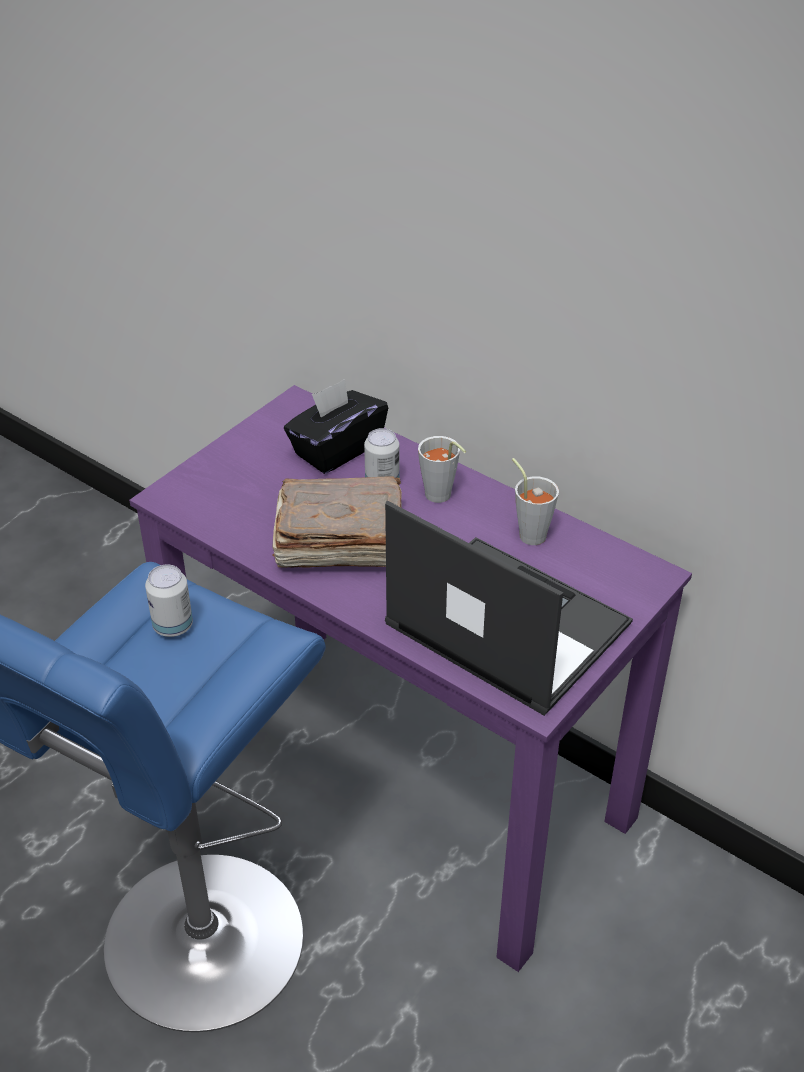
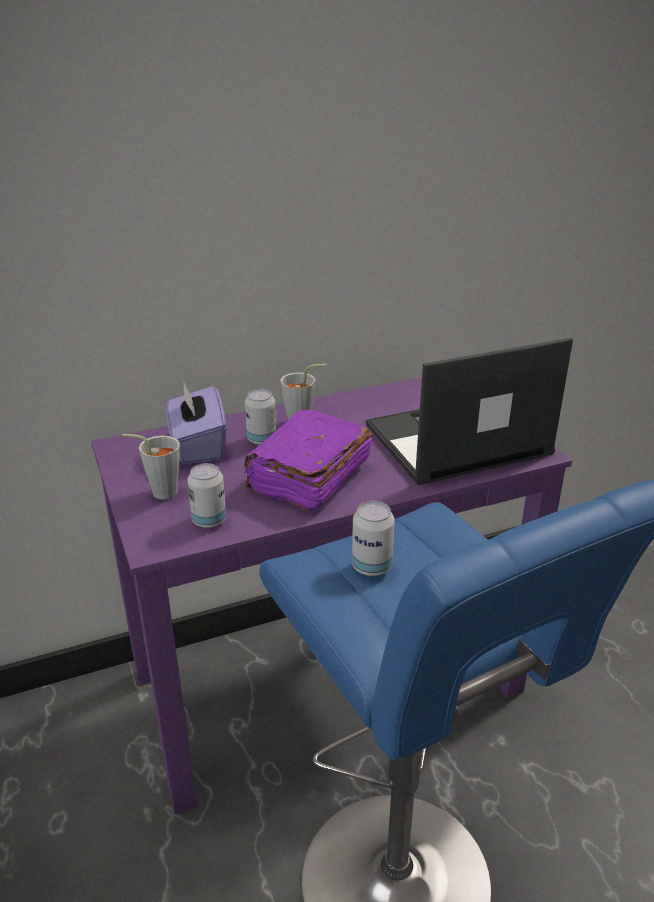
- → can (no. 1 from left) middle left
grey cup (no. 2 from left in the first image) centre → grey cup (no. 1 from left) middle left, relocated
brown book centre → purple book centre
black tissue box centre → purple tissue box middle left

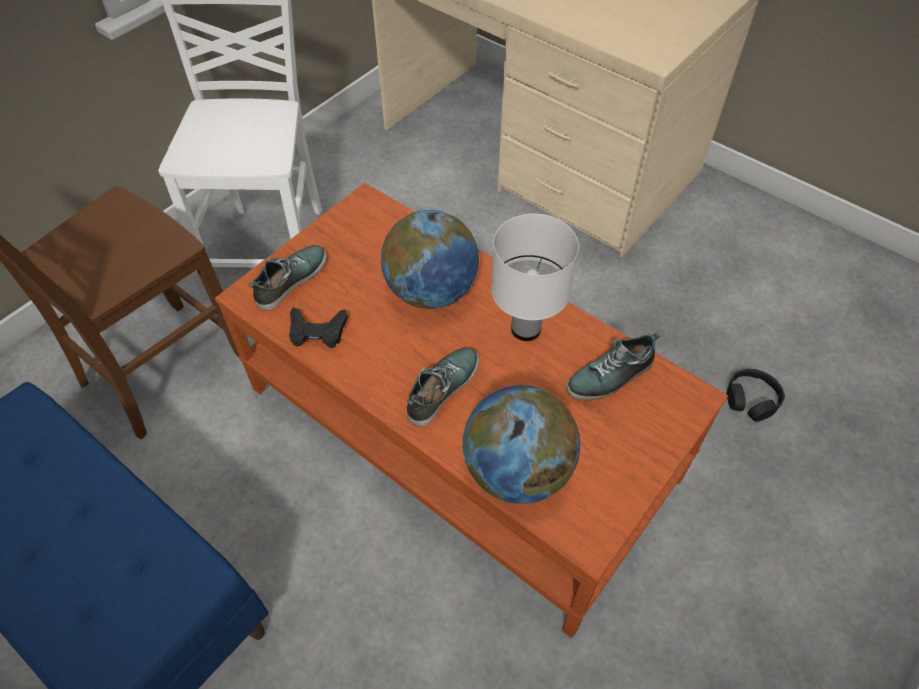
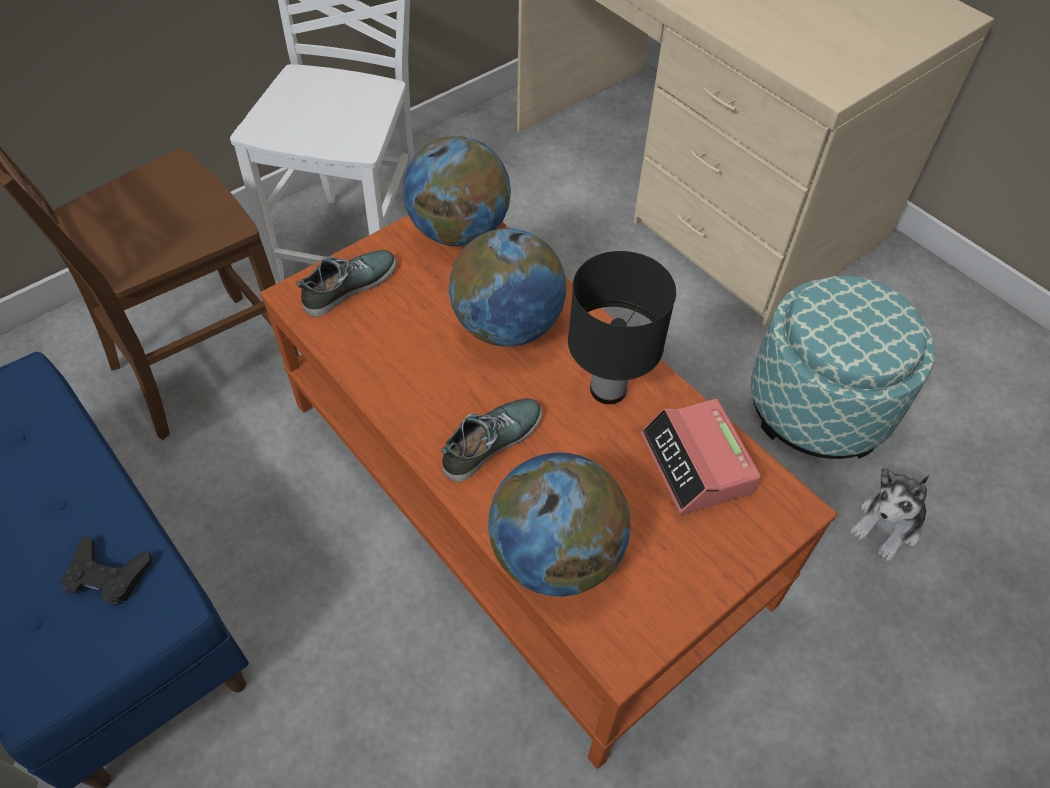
- → globe (no. 1 from left) top centre
- → ottoman middle right
black game controller centre → black game controller bottom left, relocated
shoe (no. 3 from left) middle right → alarm clock middle right
black headphones middle right → plush toy middle right
white table lamp centre → black table lamp centre

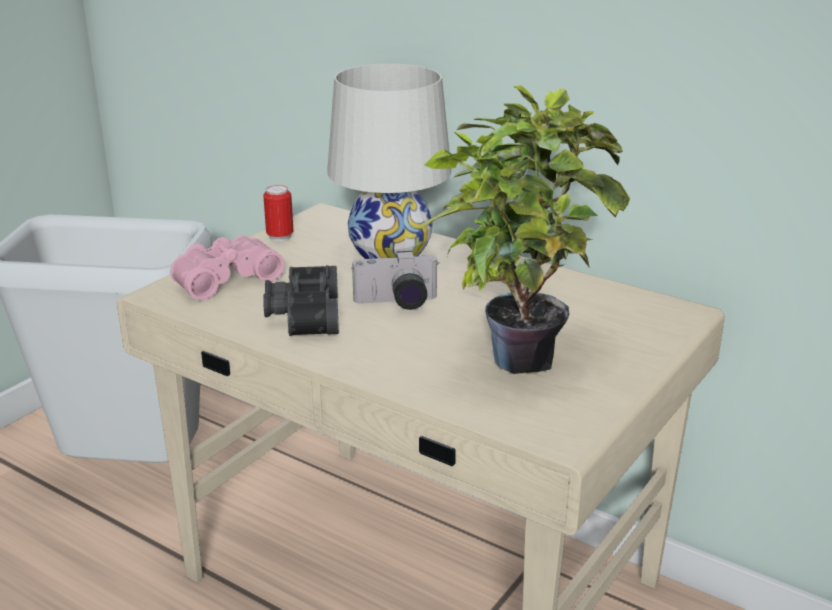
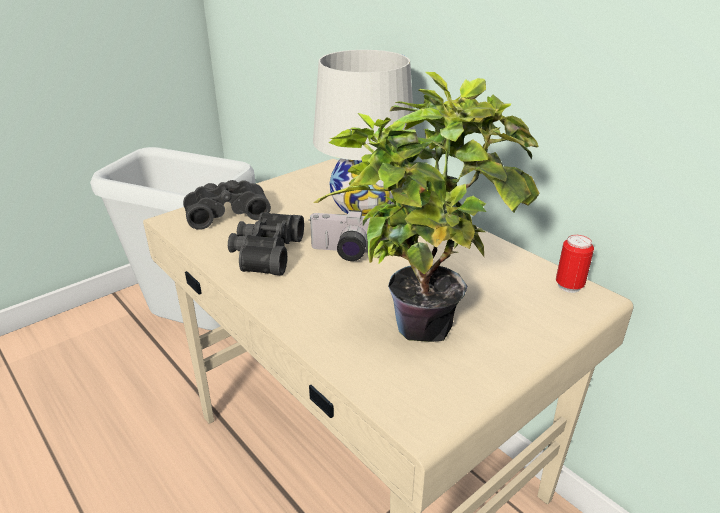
can centre → can middle right, relocated
pink binoculars middle left → black binoculars (no. 1 from left) middle left

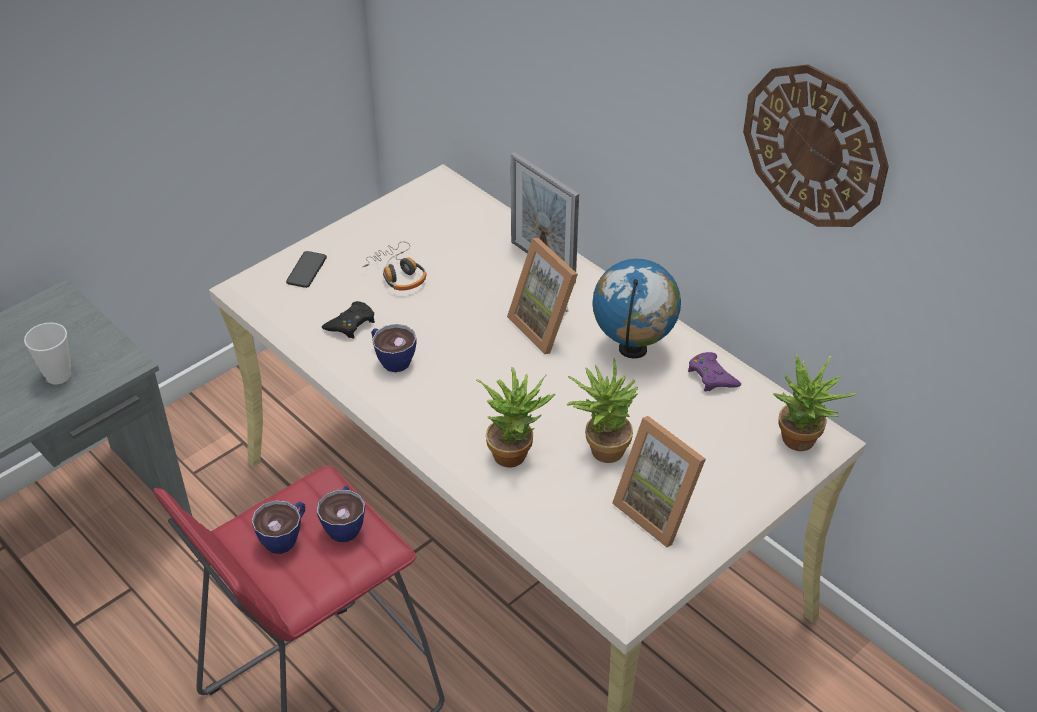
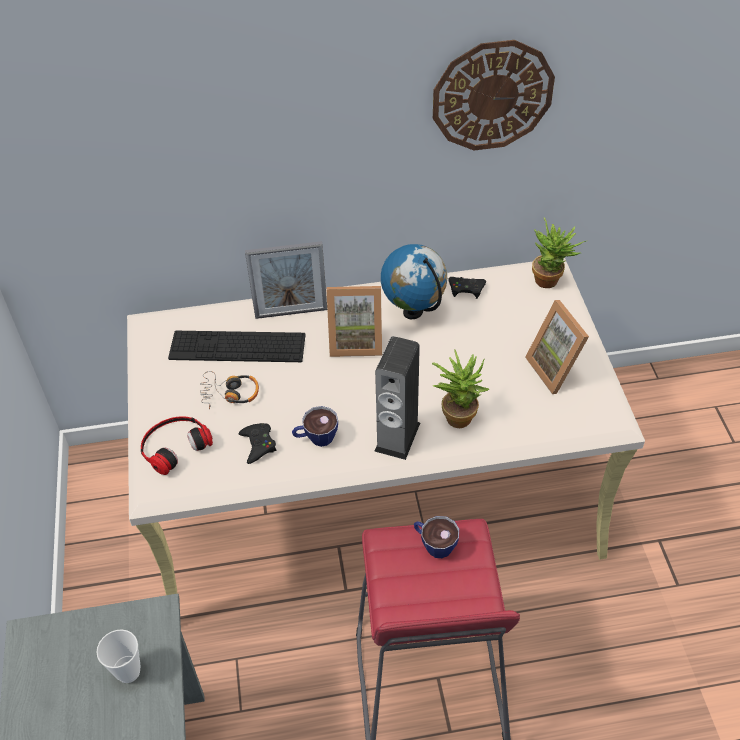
cup (no. 2 from left) bottom left → -
potted plant (no. 2 from left) centre → -
- → keyboard middle left
- → speaker centre
phone middle left → headphones (no. 1 from left) middle left
purple game controller middle right → black game controller (no. 2 from left) centre
picture frame (no. 3 from left) bottom centre → picture frame (no. 3 from left) middle right, 75 degrees clockwise

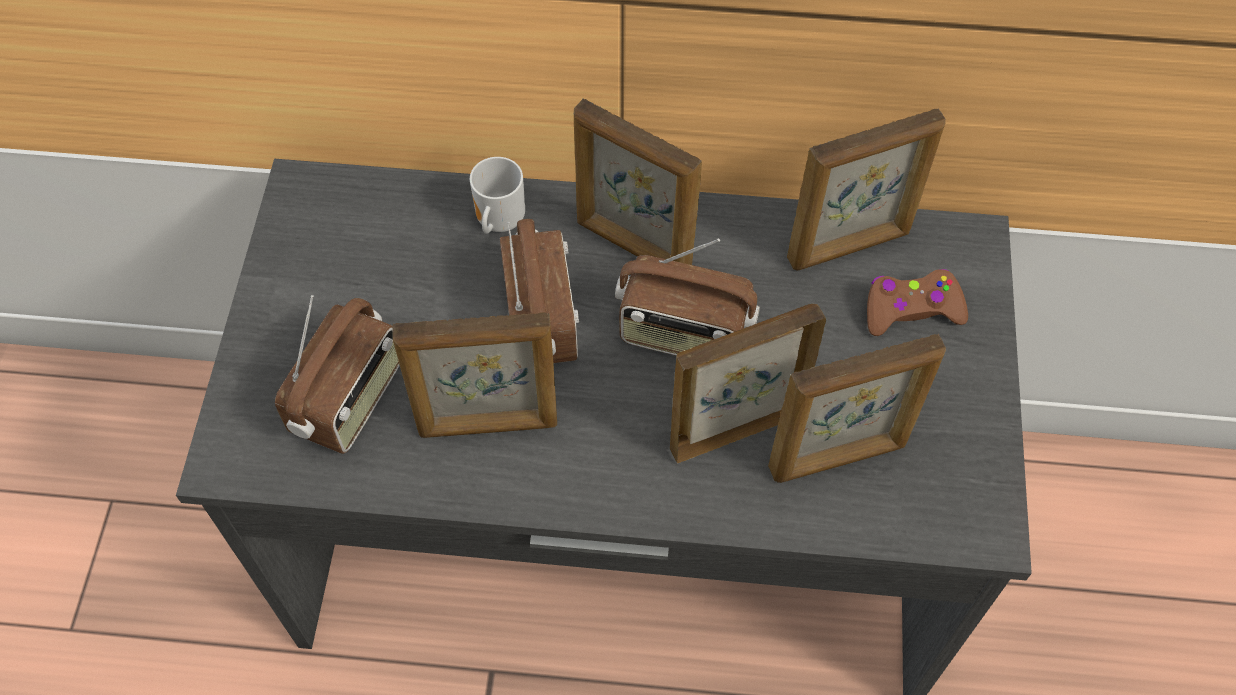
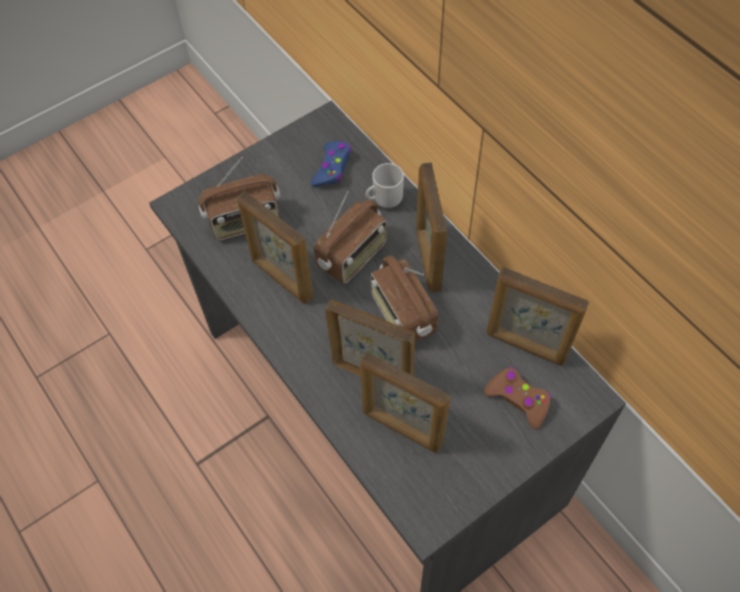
- → blue game controller top centre

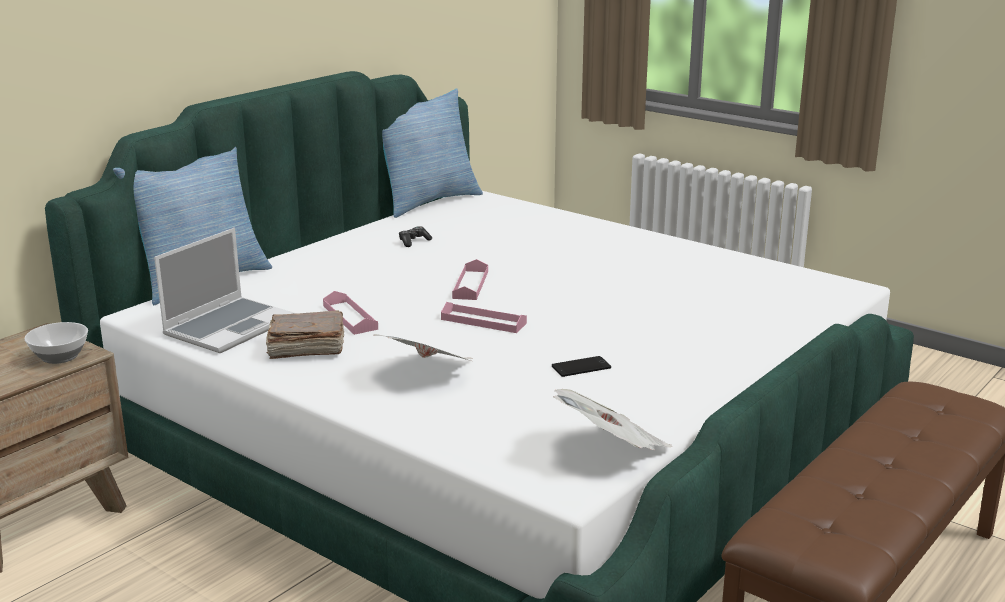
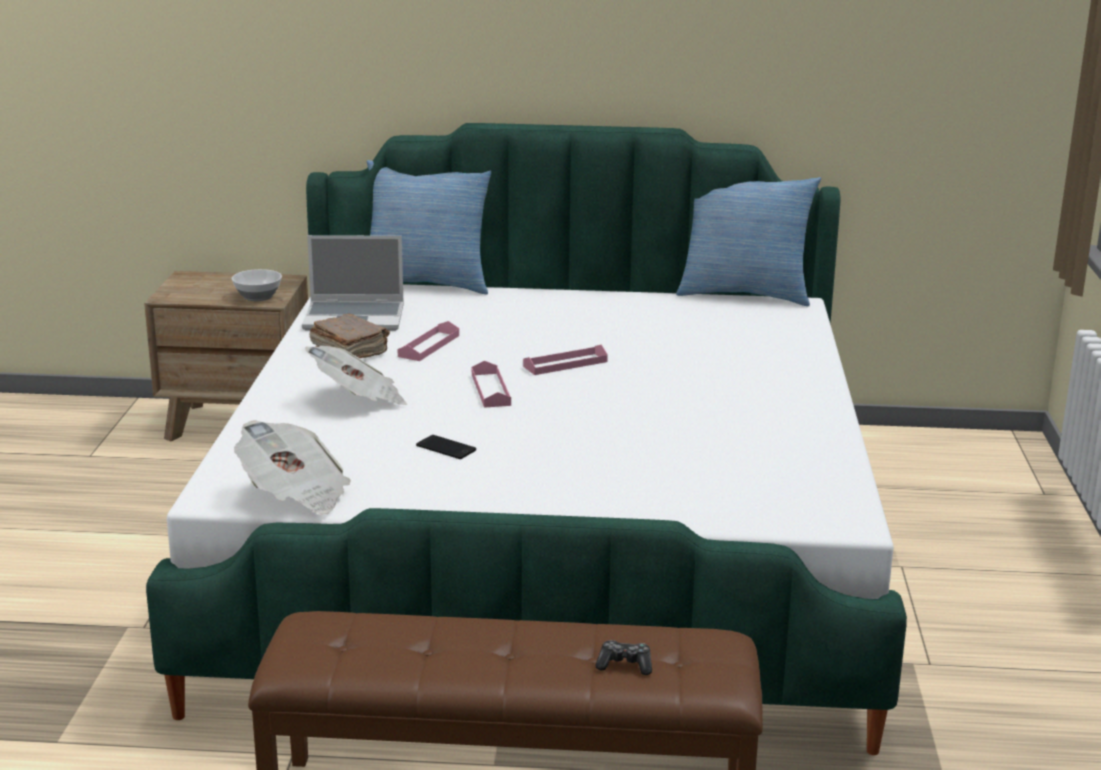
game controller centre → game controller bottom centre, relocated

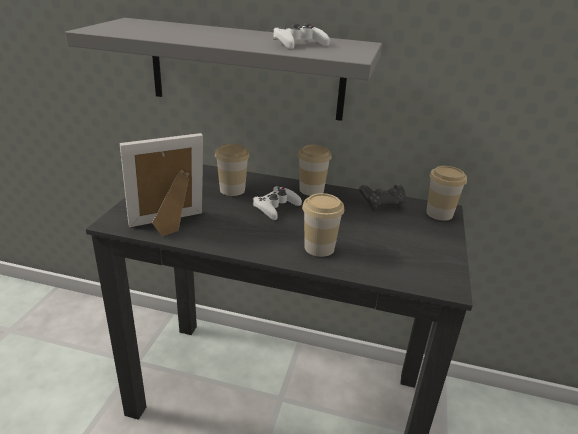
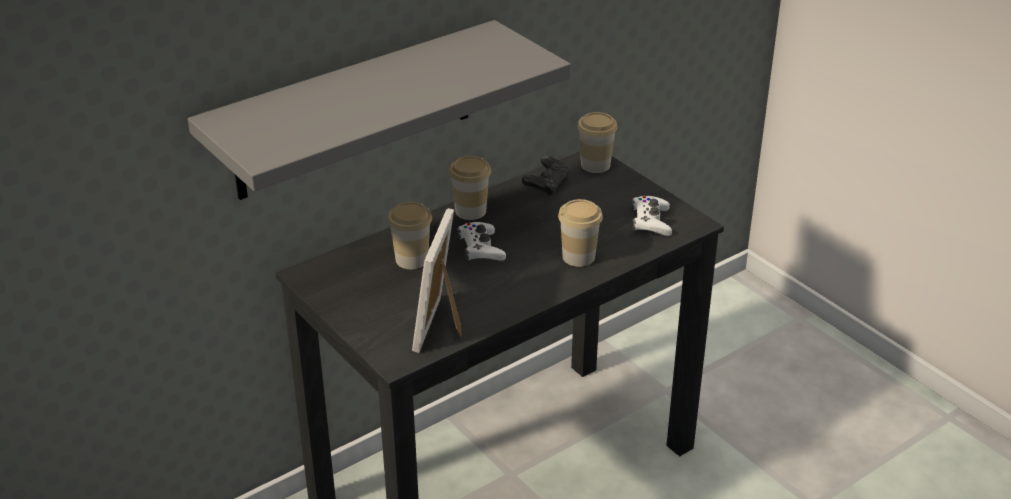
white game controller (no. 2 from left) top centre → white game controller (no. 2 from left) centre, relocated

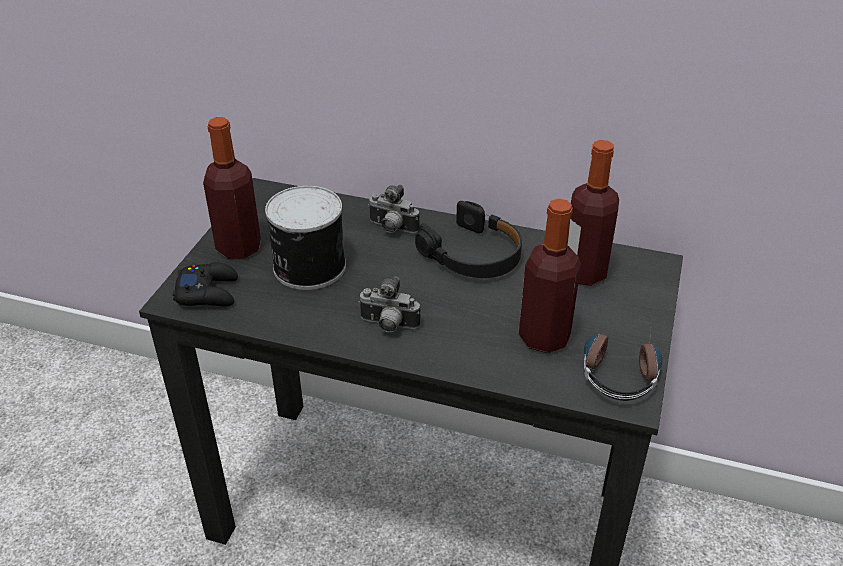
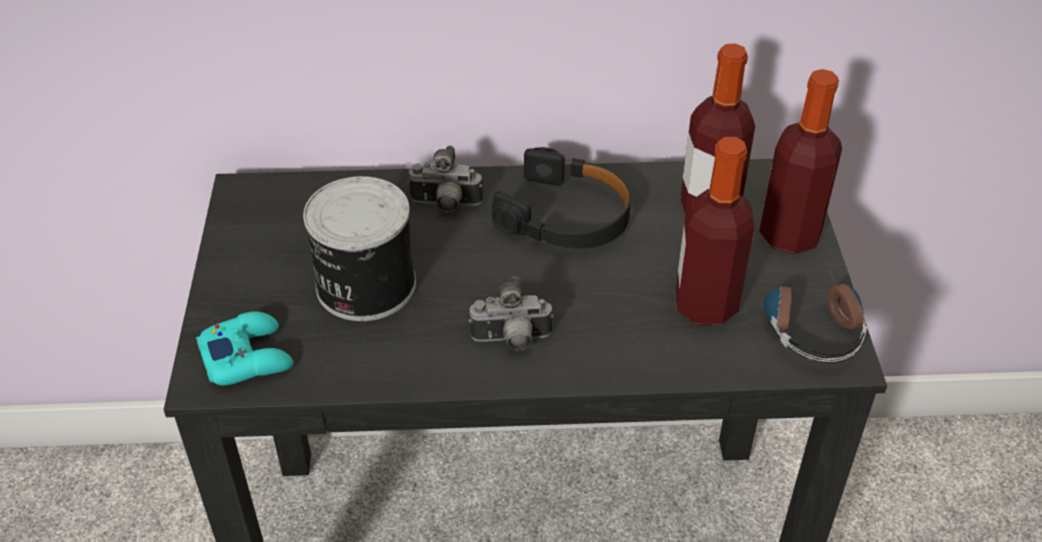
bottle (no. 1 from left in the first image) top left → bottle (no. 3 from left) top right, relocated
black game controller middle left → turquoise game controller middle left

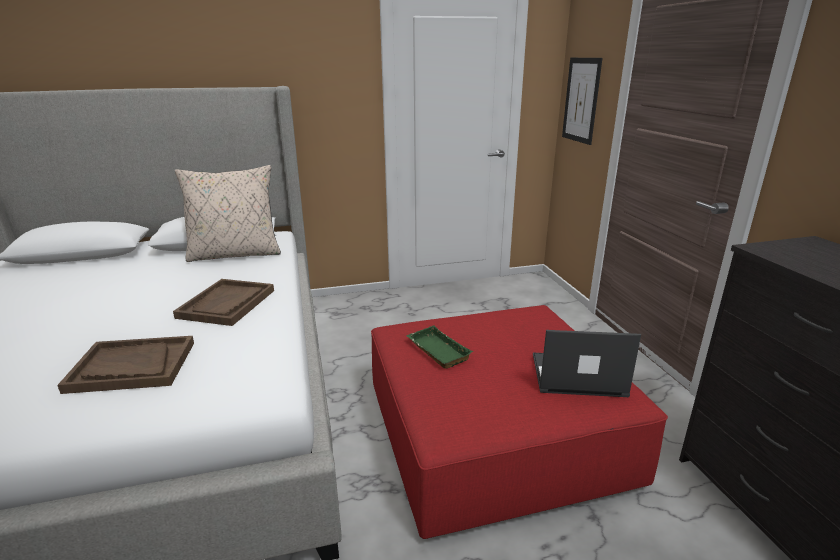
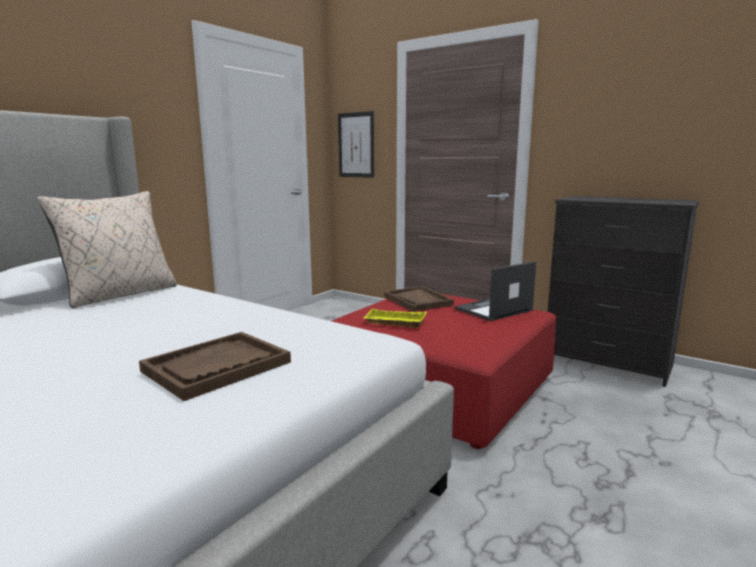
brown tray (no. 2 from left) middle left → brown tray (no. 2 from left) centre, relocated
green tray centre → yellow tray centre

